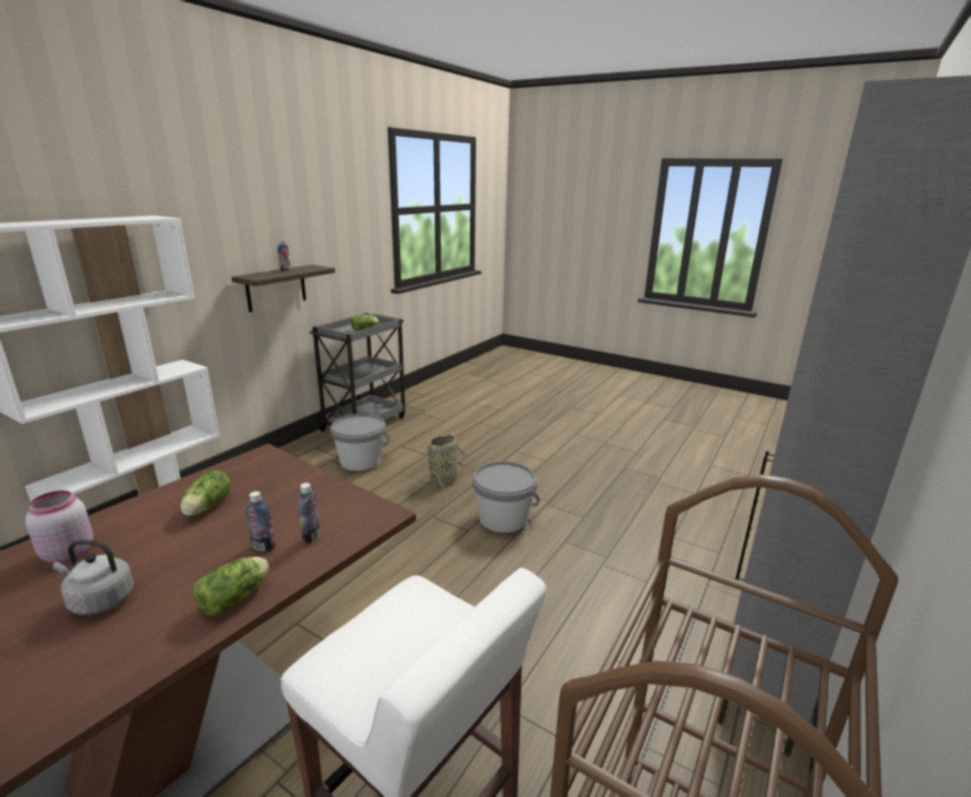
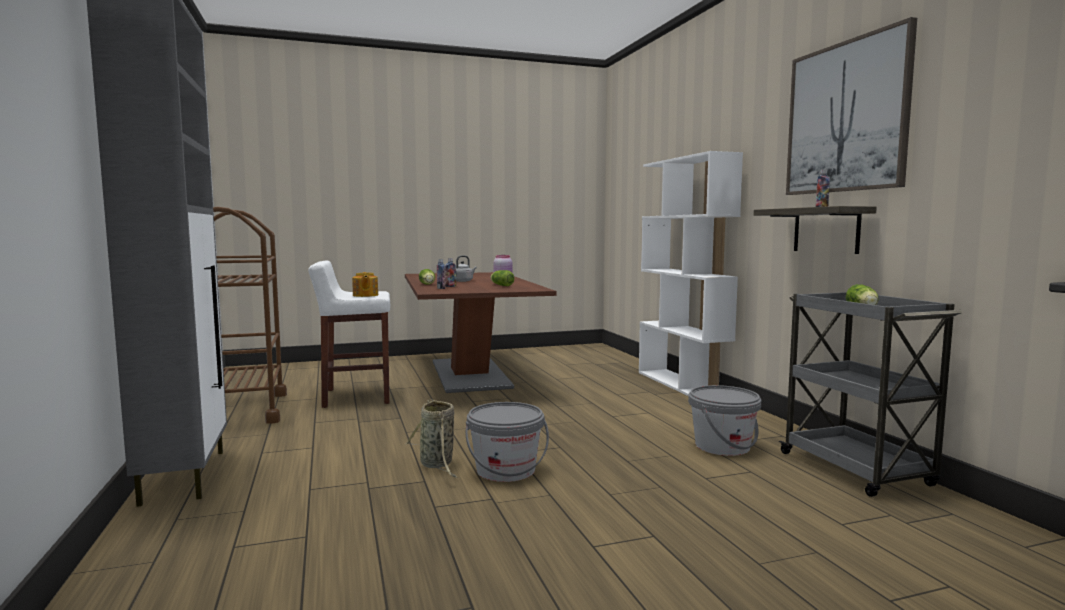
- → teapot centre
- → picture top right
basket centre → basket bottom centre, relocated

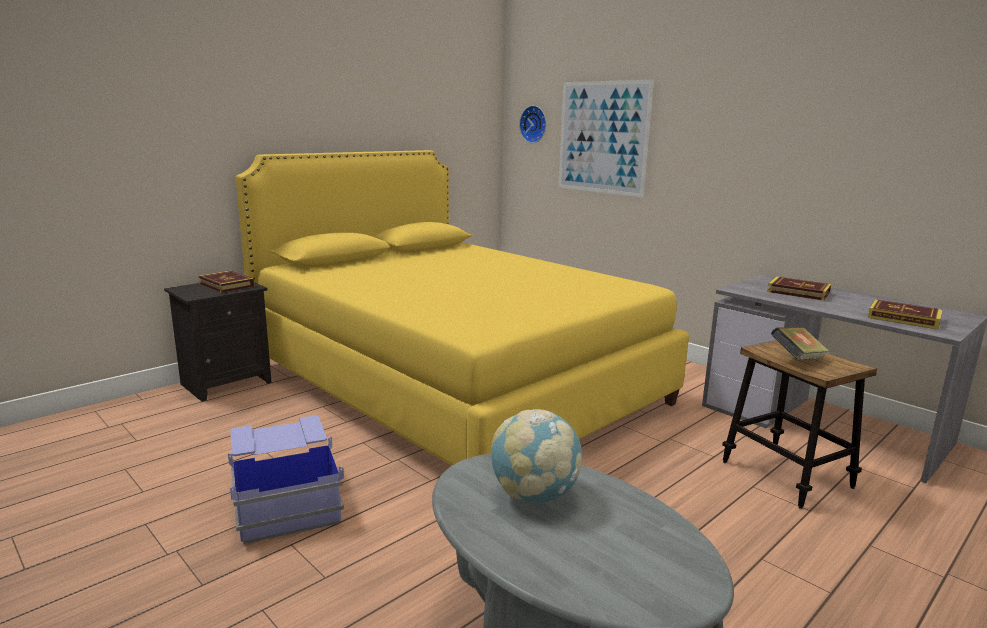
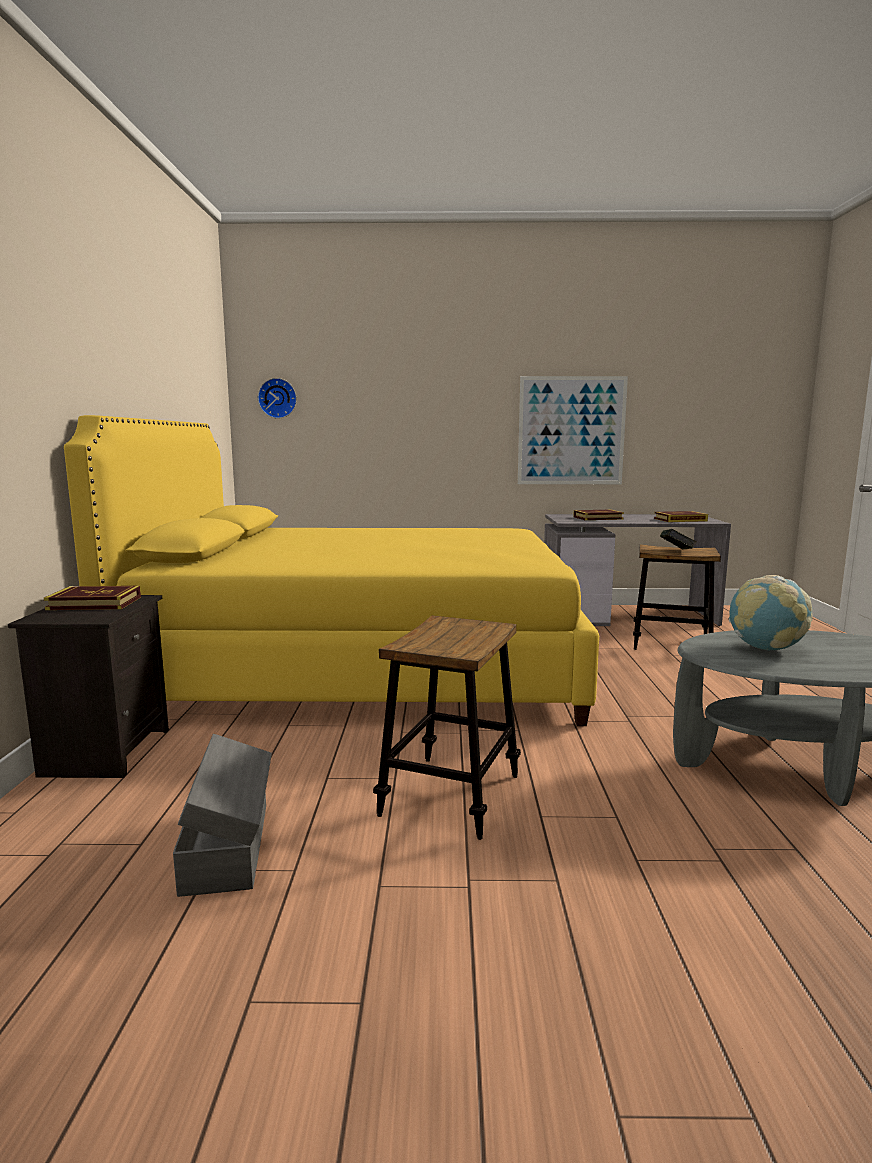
- → grey storage box bottom left
picture top centre → picture centre, relocated
blue storage box bottom left → stool (no. 1 from left) centre

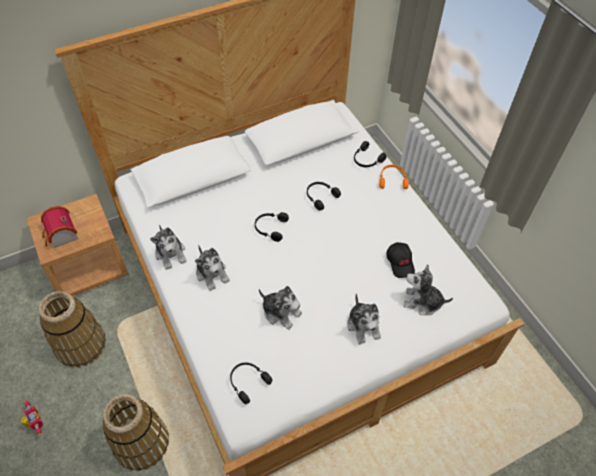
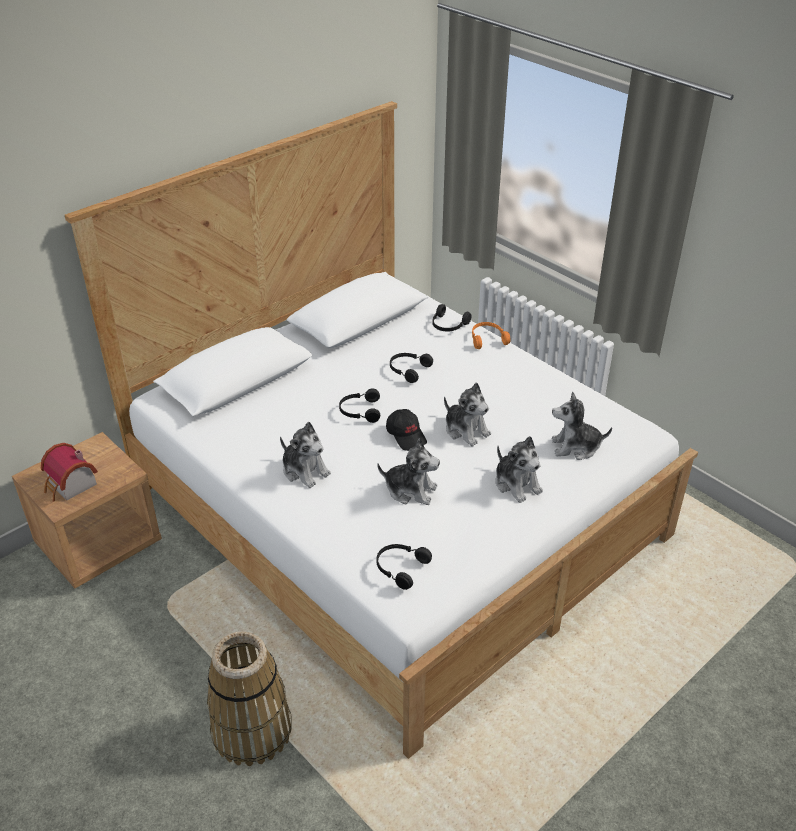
toy robot bottom left → -
basket (no. 1 from left) bottom left → -
plush toy (no. 1 from left in the first image) middle left → plush toy (no. 3 from left) centre, relocated
black cap middle right → black cap centre, relocated

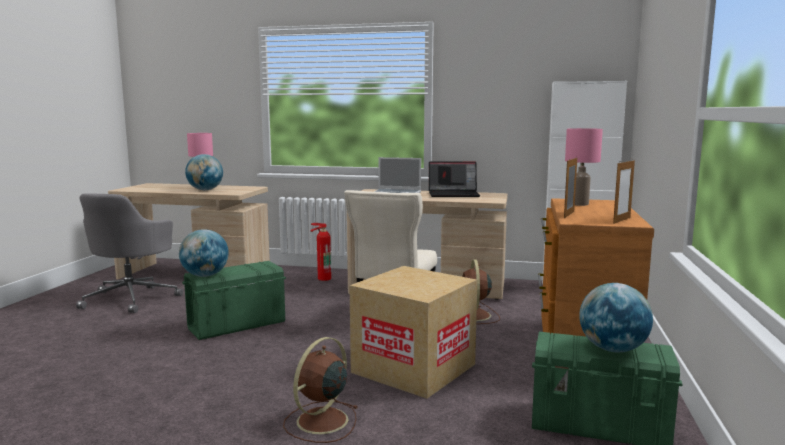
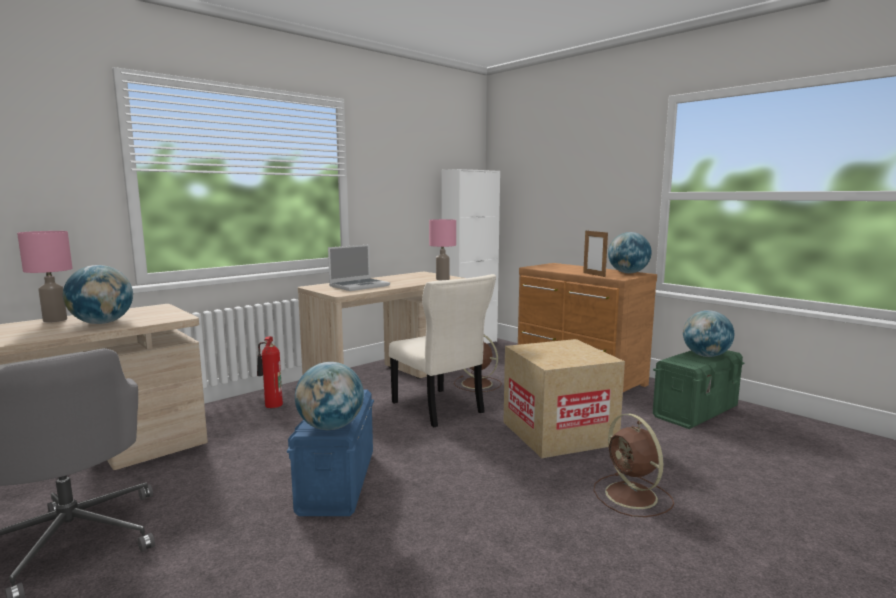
laptop (no. 2 from left) centre → -
pink table lamp (no. 2 from left) middle right → pink table lamp (no. 2 from left) centre, relocated
picture frame (no. 2 from left) middle right → globe (no. 3 from left) middle right
green storage box (no. 1 from left) bottom left → blue storage box bottom centre

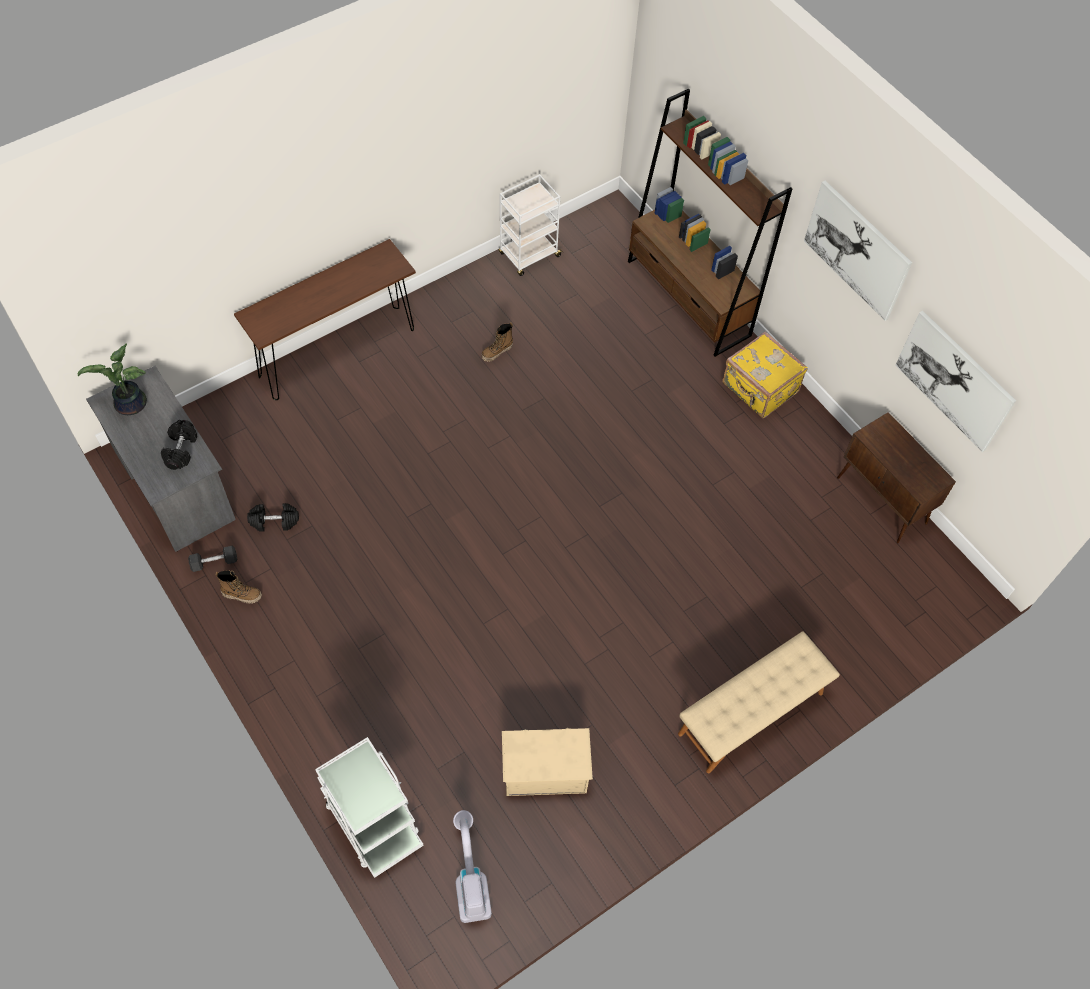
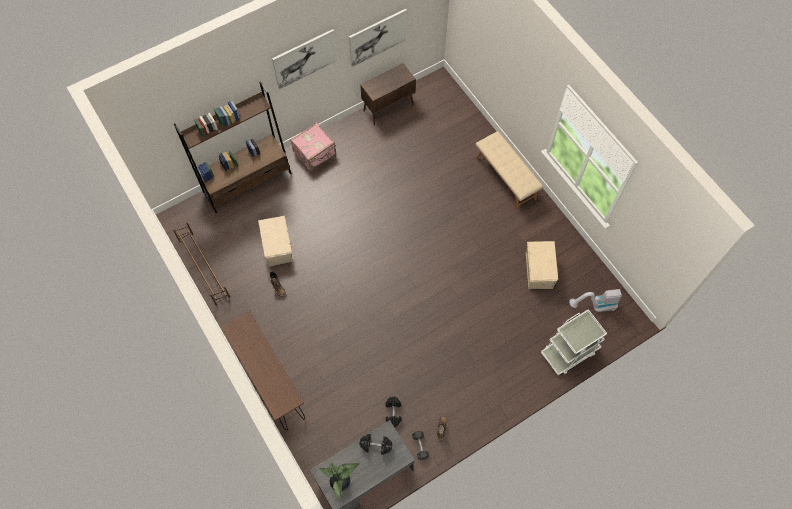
- → beige storage box (no. 1 from left) centre
white cart (no. 2 from left) top centre → brown shoe rack middle left
yellow suitcase middle right → pink suitcase top centre

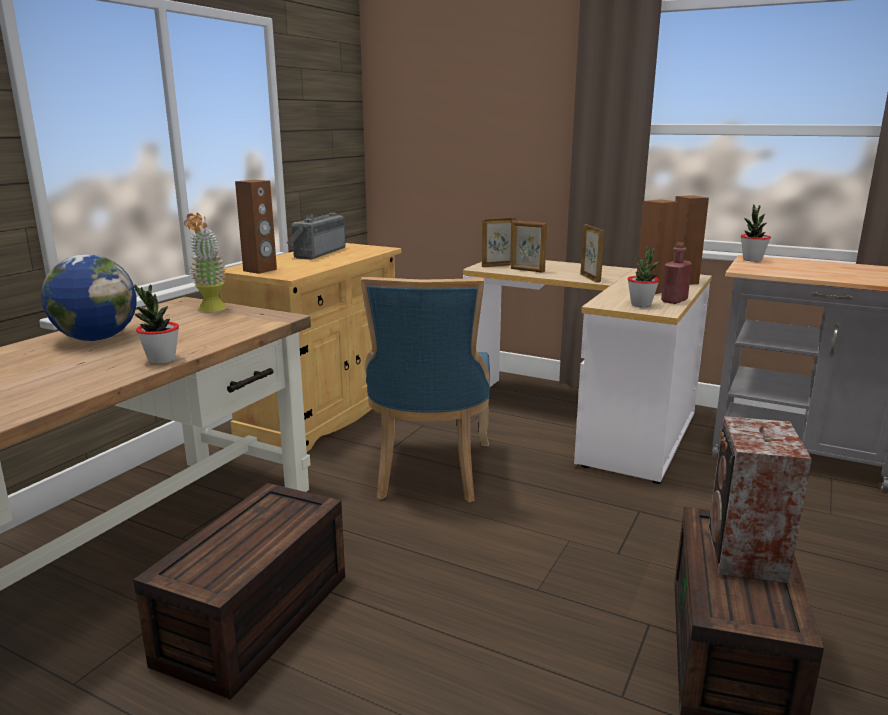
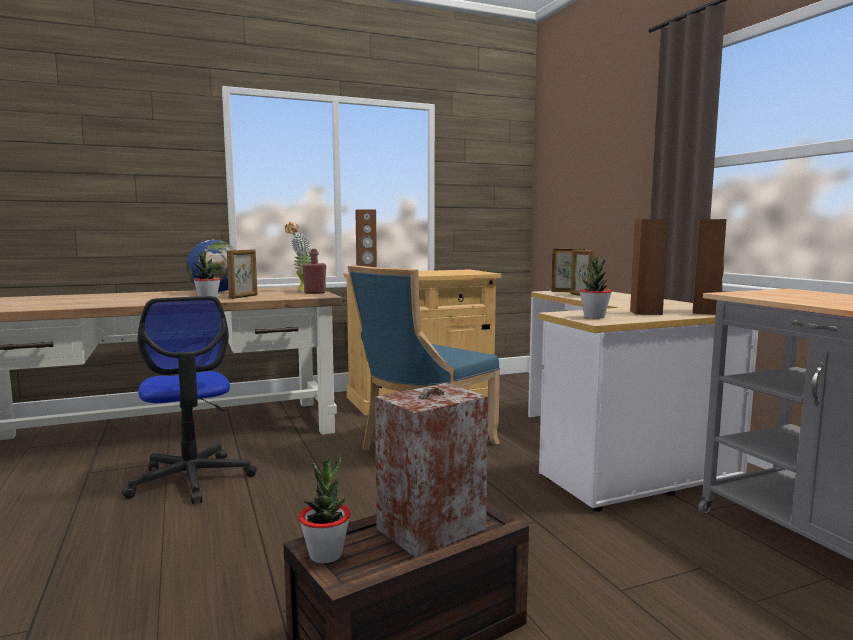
radio top centre → -
picture frame (no. 3 from left in the first image) middle right → picture frame (no. 1 from left) middle left, relocated
red bottle middle right → red bottle centre, relocated
potted plant (no. 4 from left in the first image) top right → potted plant (no. 3 from left) bottom centre, relocated
brown storage box (no. 1 from left) bottom left → office chair middle left

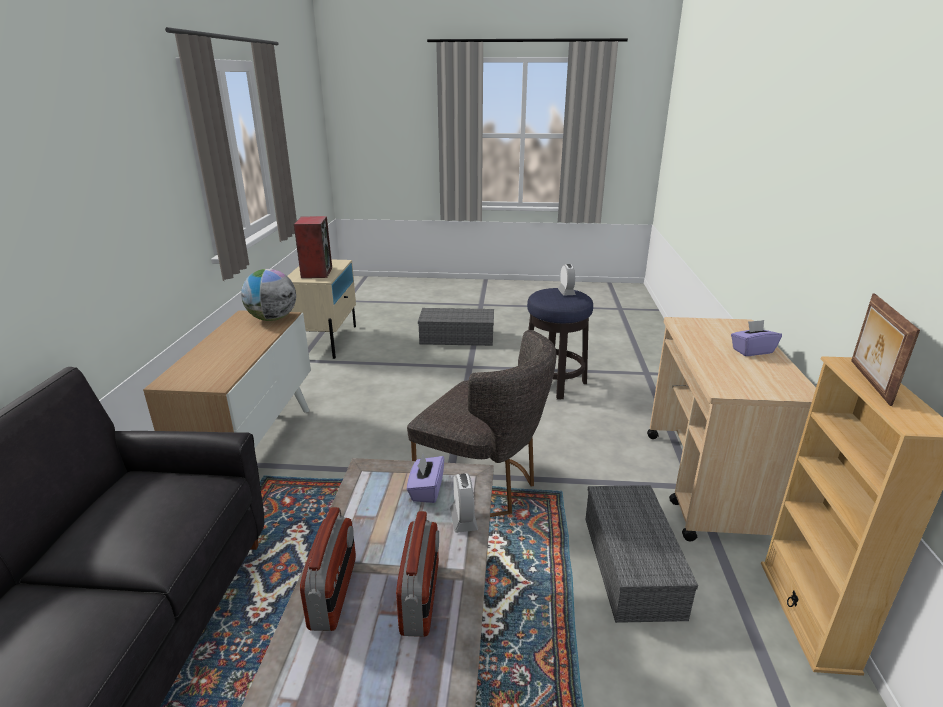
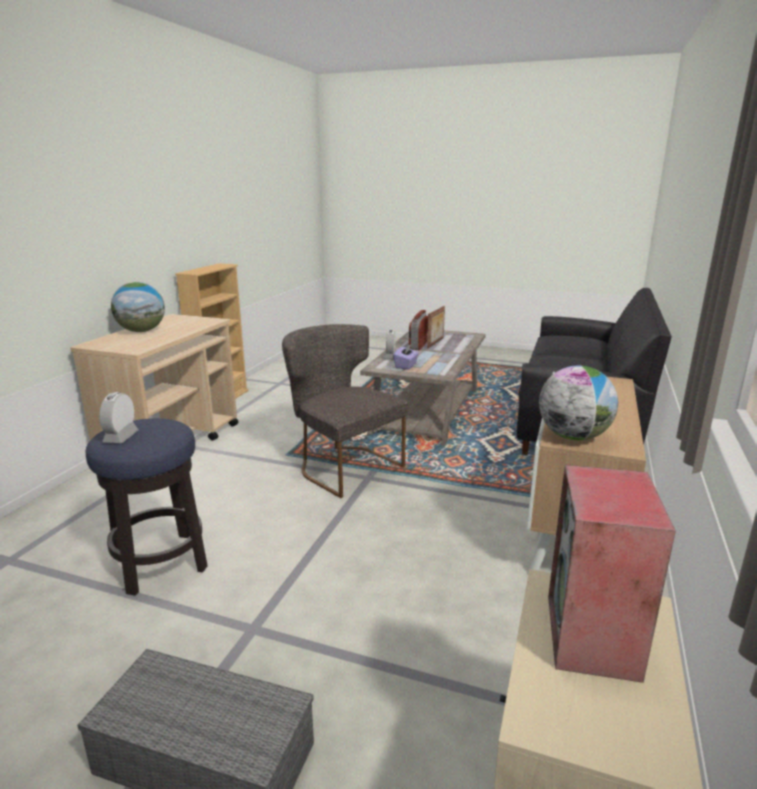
radio (no. 1 from left) bottom centre → -
grey storage box (no. 2 from left) bottom right → -
picture frame middle right → picture frame centre, relocated
purple tissue box (no. 2 from left) middle right → globe (no. 1 from left) middle left

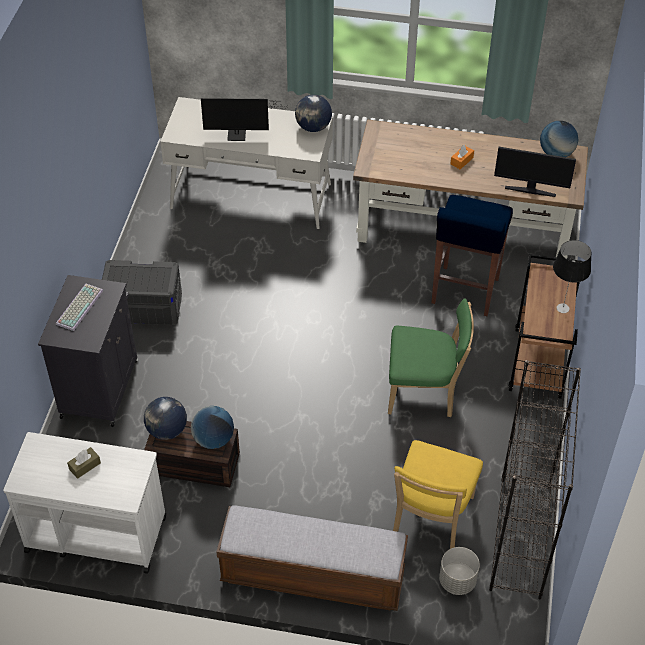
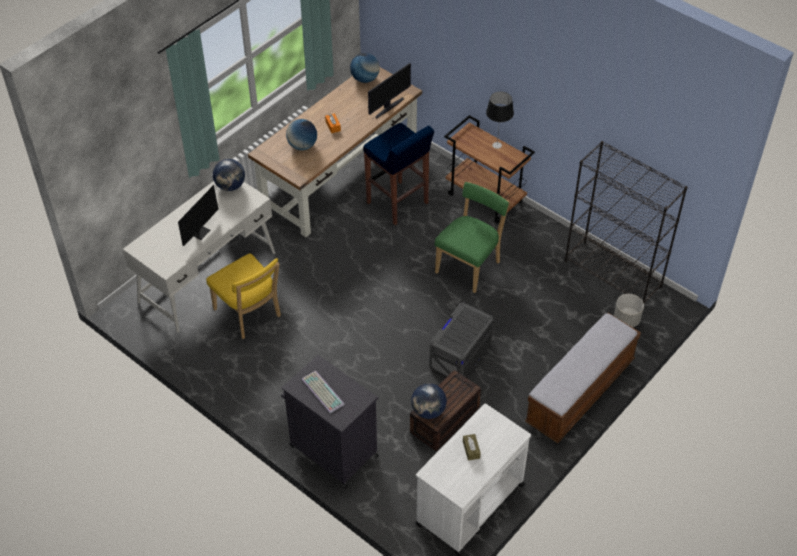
grey storage box middle left → grey storage box centre, relocated
globe (no. 2 from left) middle left → globe (no. 2 from left) top centre, relocated
yellow chair bottom right → yellow chair middle left, relocated

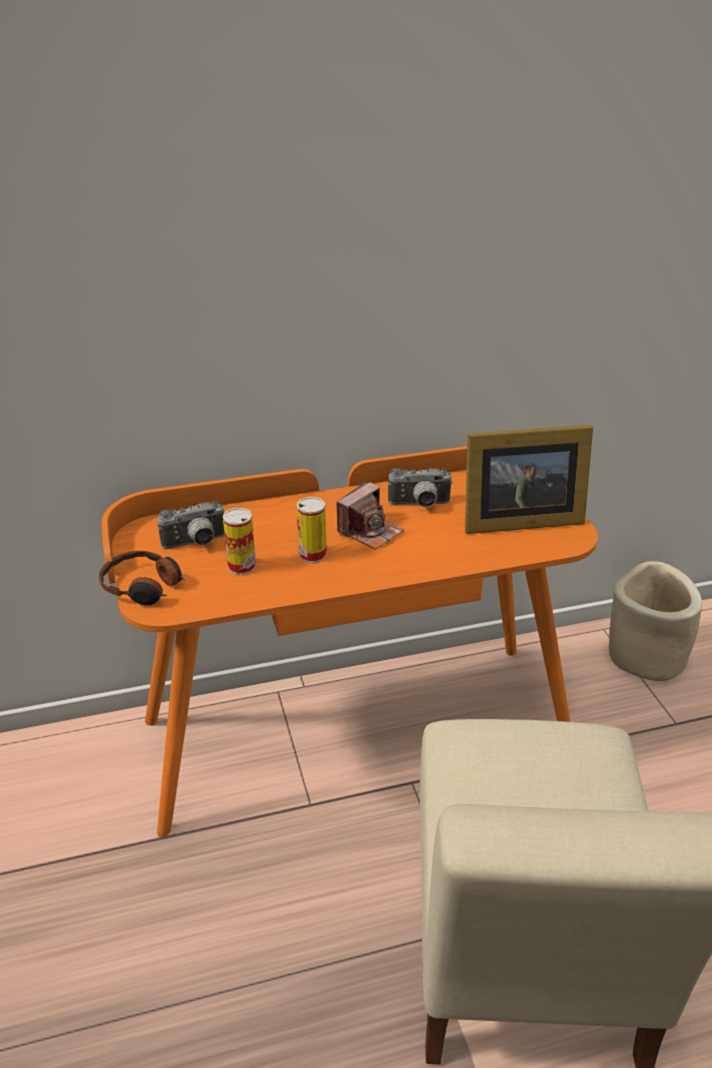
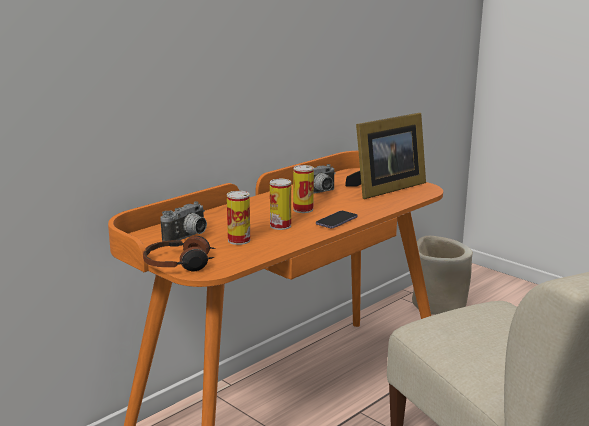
- → phone centre
photo camera (no. 2 from left) centre → can (no. 3 from left) centre

